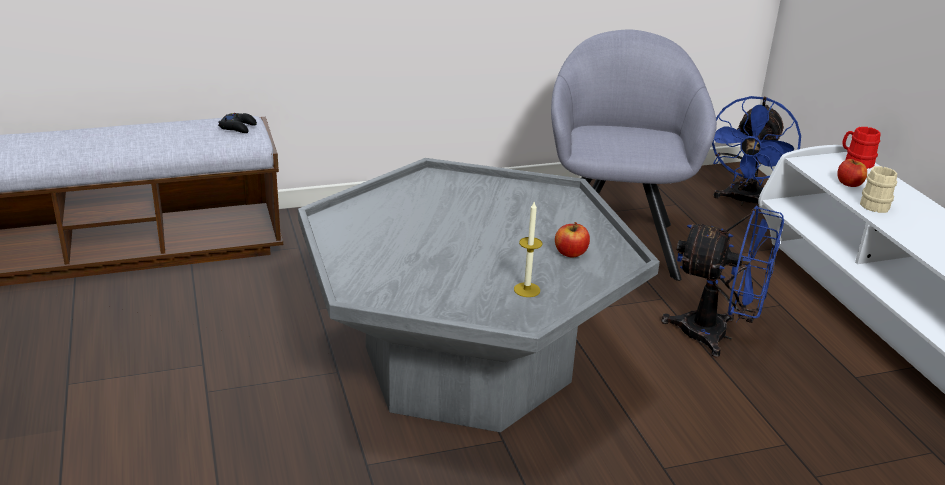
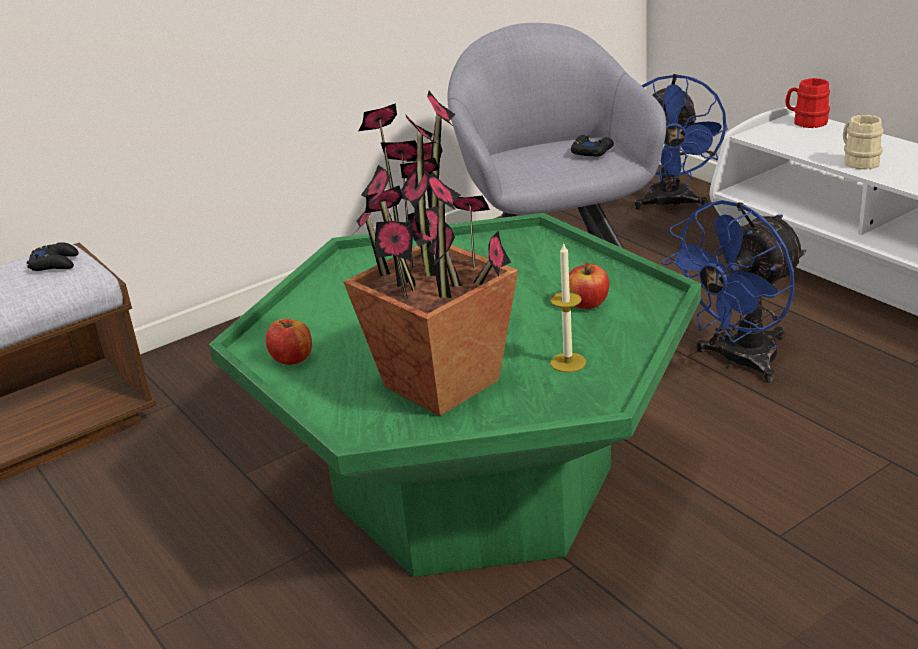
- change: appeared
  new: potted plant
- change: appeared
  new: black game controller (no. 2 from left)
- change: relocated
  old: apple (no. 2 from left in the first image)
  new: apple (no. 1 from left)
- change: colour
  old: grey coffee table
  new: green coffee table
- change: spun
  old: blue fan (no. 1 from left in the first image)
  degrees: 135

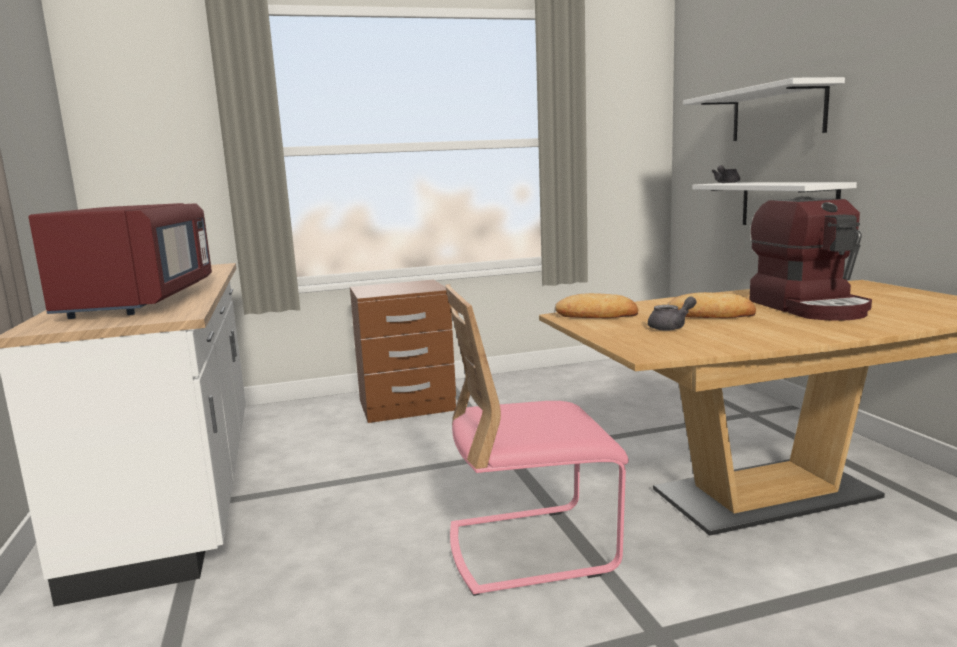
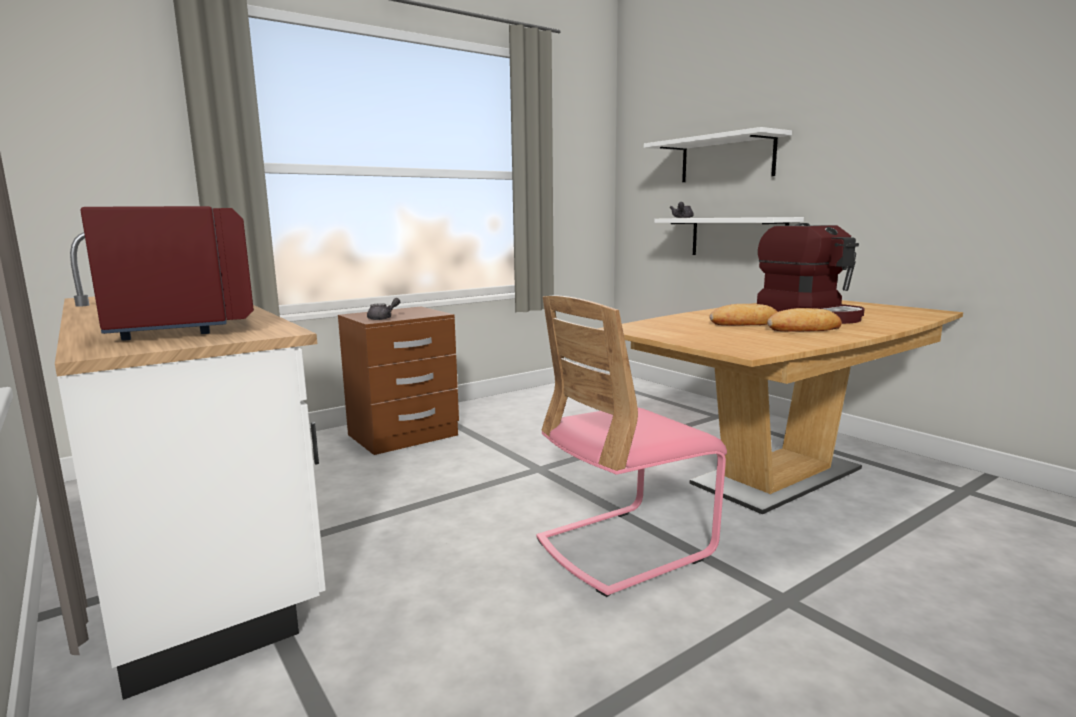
- change: relocated
  old: bread (no. 1 from left in the first image)
  new: bread (no. 2 from left)
- change: relocated
  old: grey teapot (no. 1 from left)

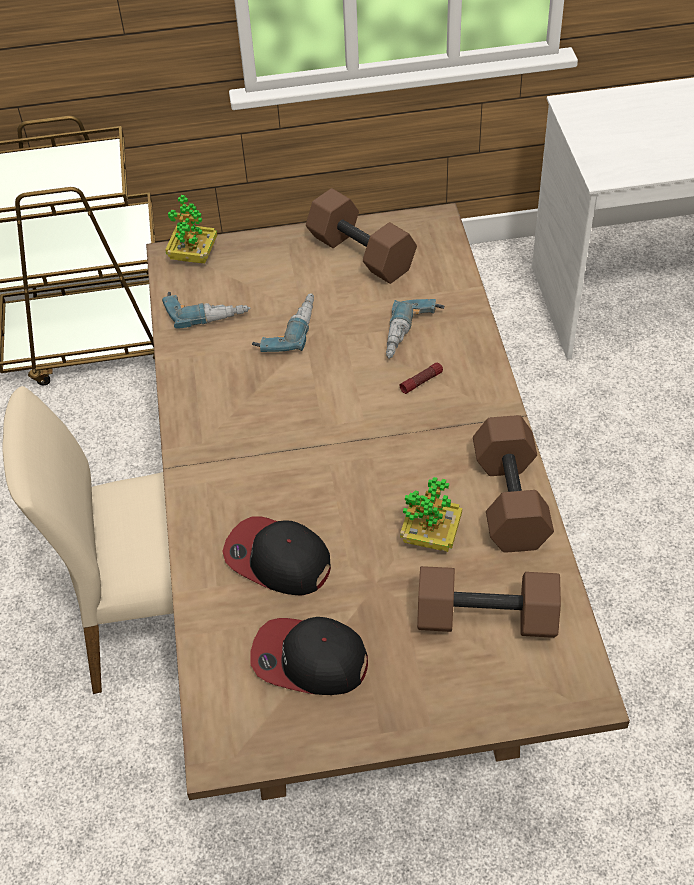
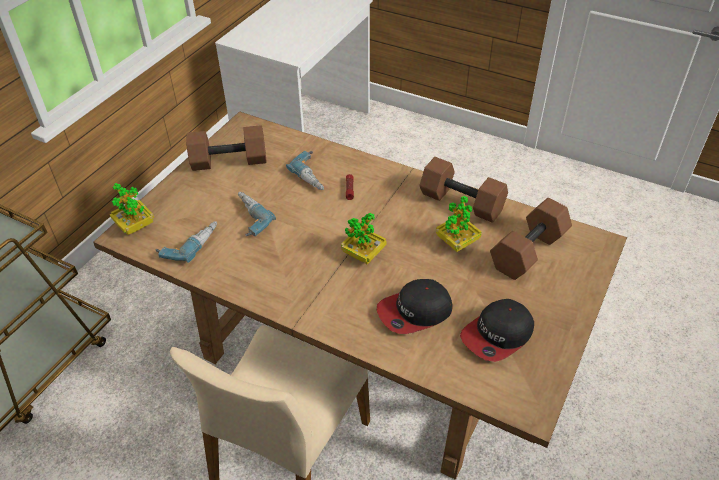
- change: appeared
  new: potted plant (no. 2 from left)

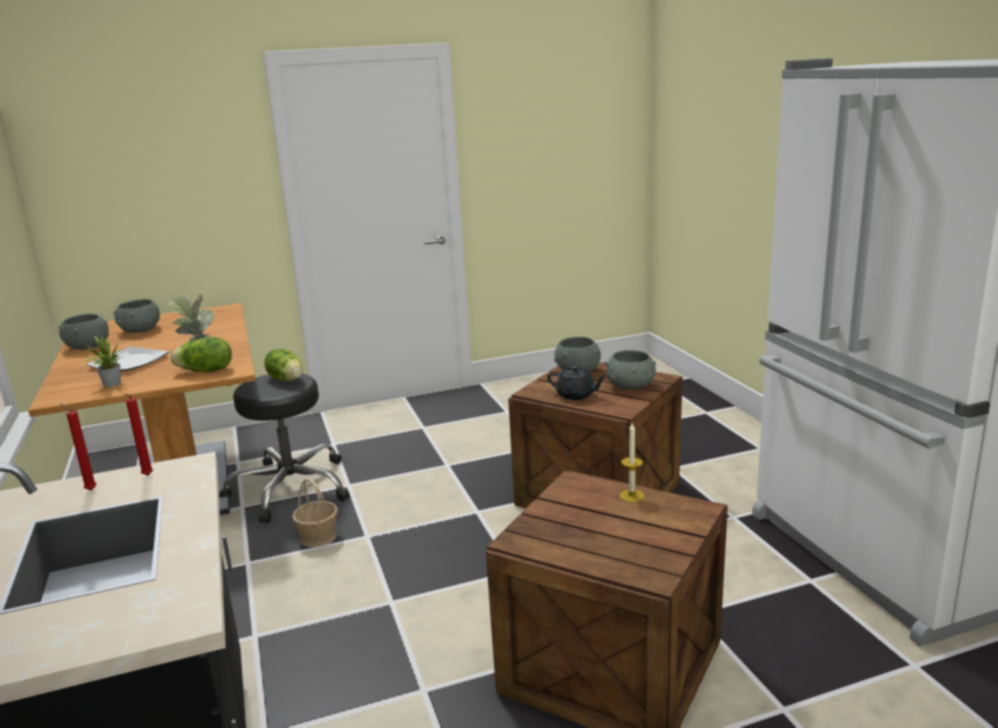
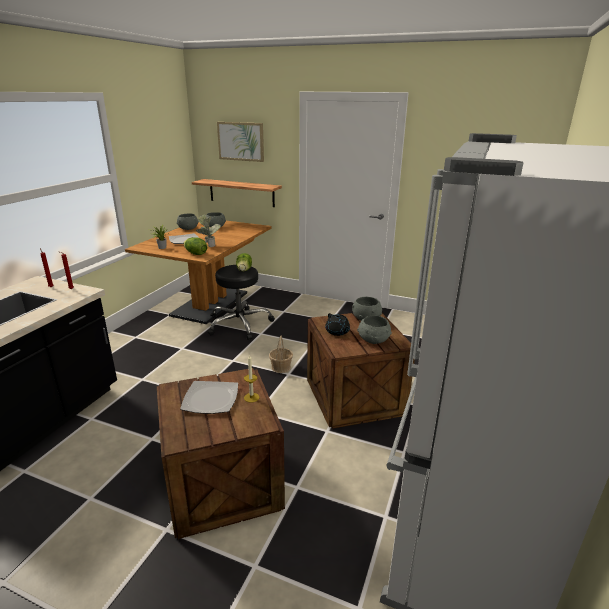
- change: appeared
  new: plate (no. 2 from left)
- change: appeared
  new: shelf
- change: appeared
  new: picture
- change: relocated
  old: basket

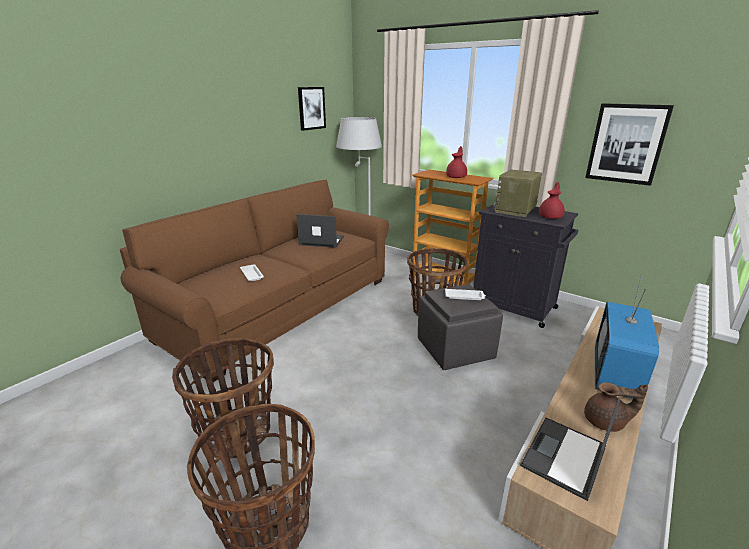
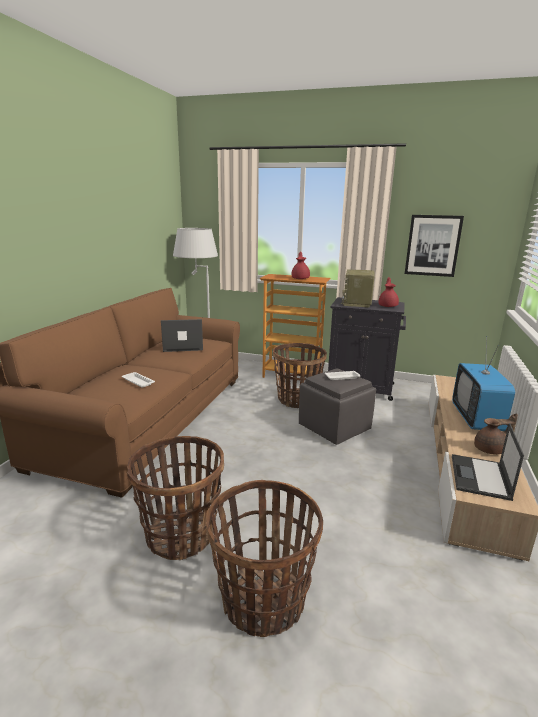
- change: missing
  old: picture (no. 1 from left)

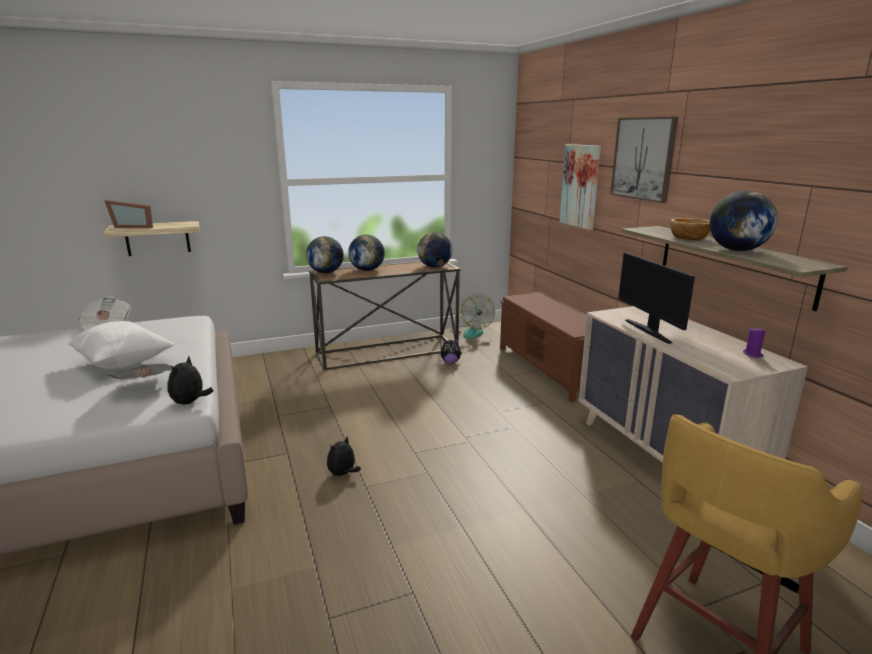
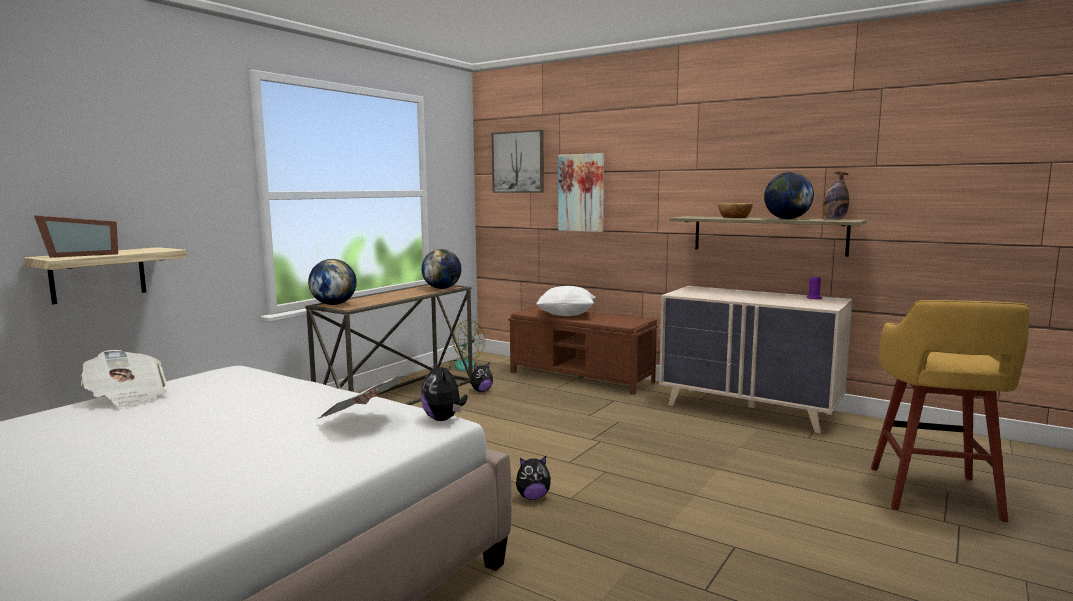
- change: missing
  old: globe (no. 2 from left)
- change: missing
  old: monitor
- change: appeared
  new: bottle
- change: relocated
  old: white pillow
- change: relocated
  old: picture (no. 2 from left in the first image)
  new: picture (no. 1 from left)
- change: spun
  old: plush toy (no. 2 from left in the first image)
  degrees: -105

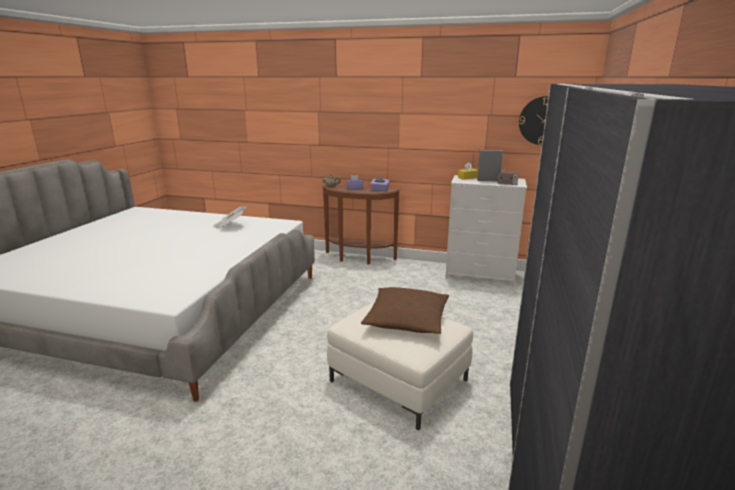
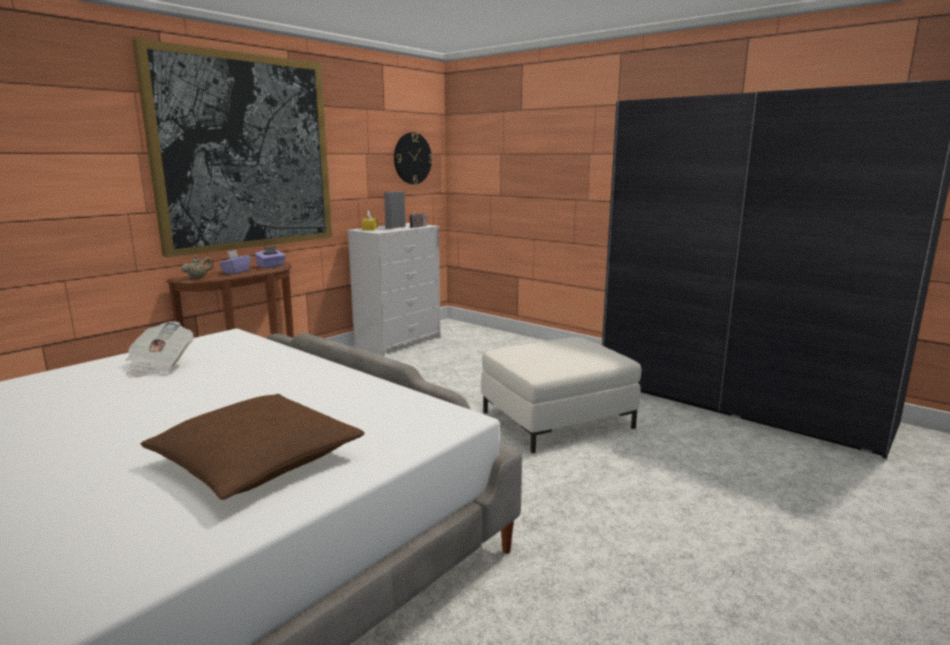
- change: appeared
  new: picture
- change: relocated
  old: brown pillow

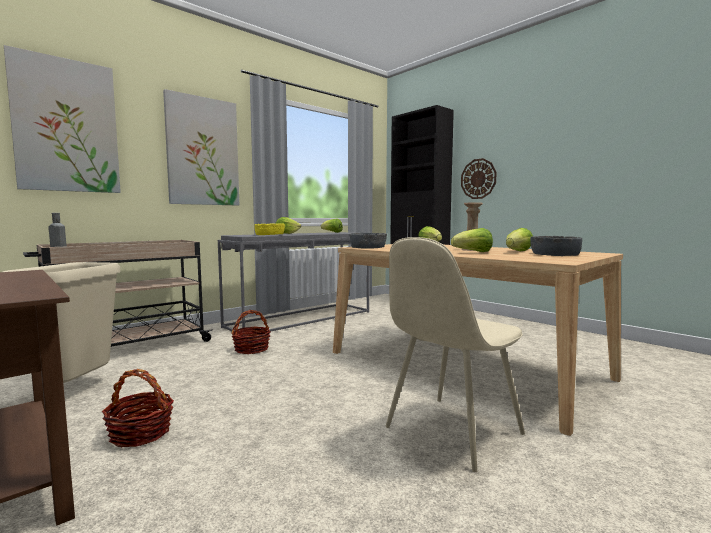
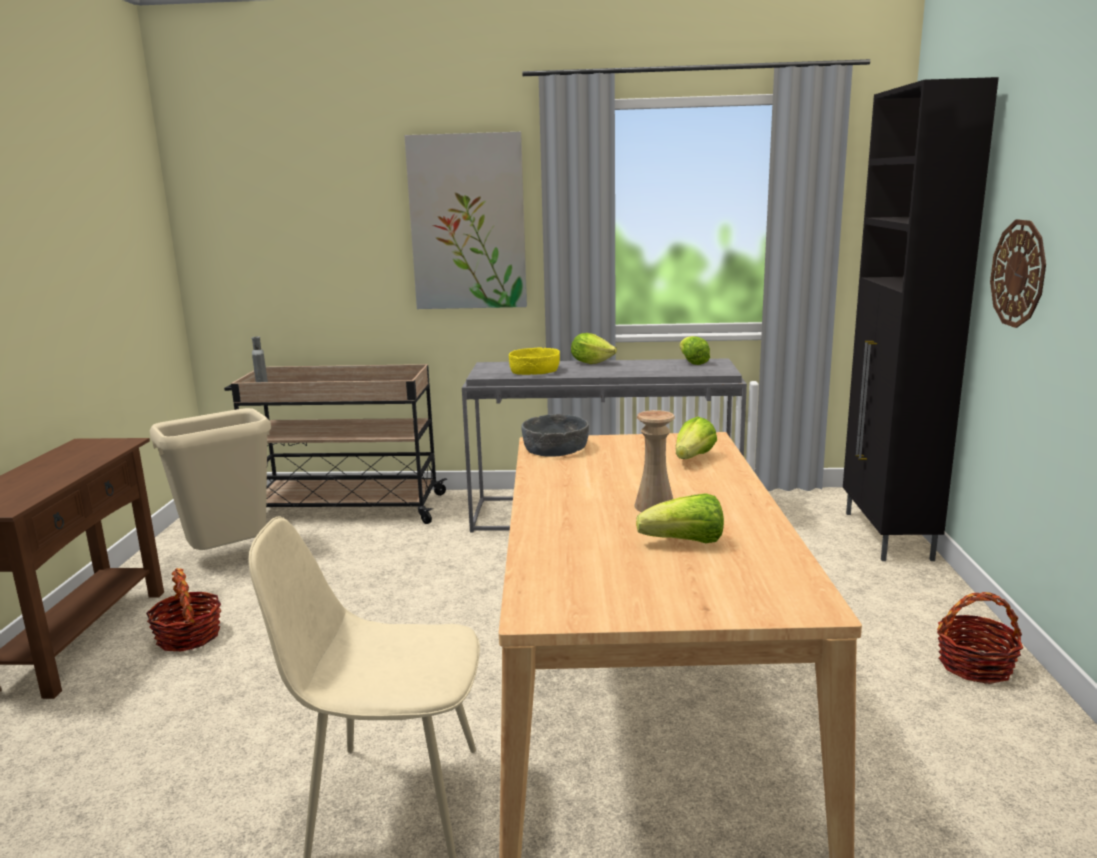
- change: missing
  old: picture (no. 1 from left)
- change: missing
  old: lettuce (no. 4 from left)
- change: missing
  old: grey bowl (no. 2 from left)
- change: relocated
  old: basket (no. 2 from left)

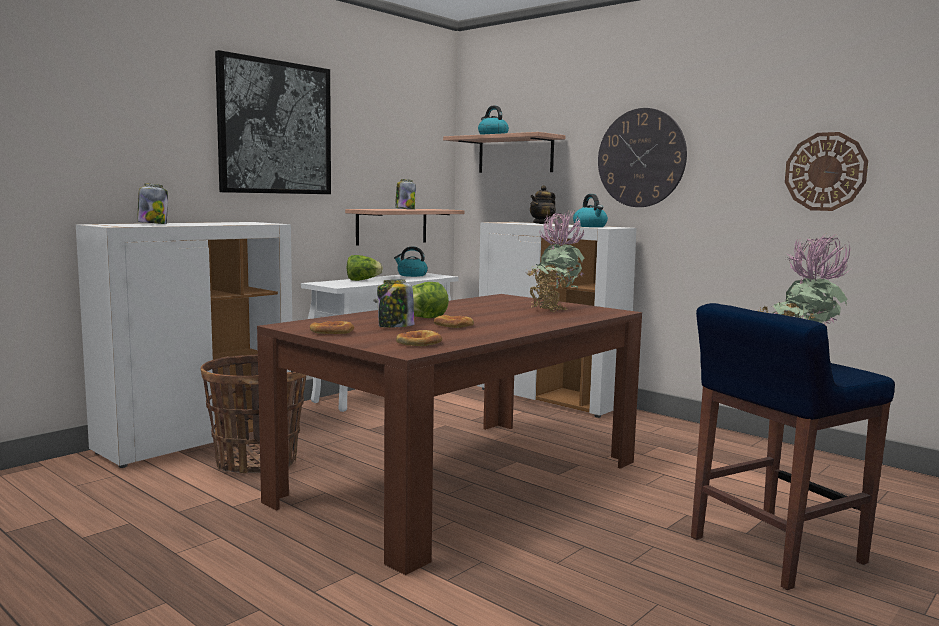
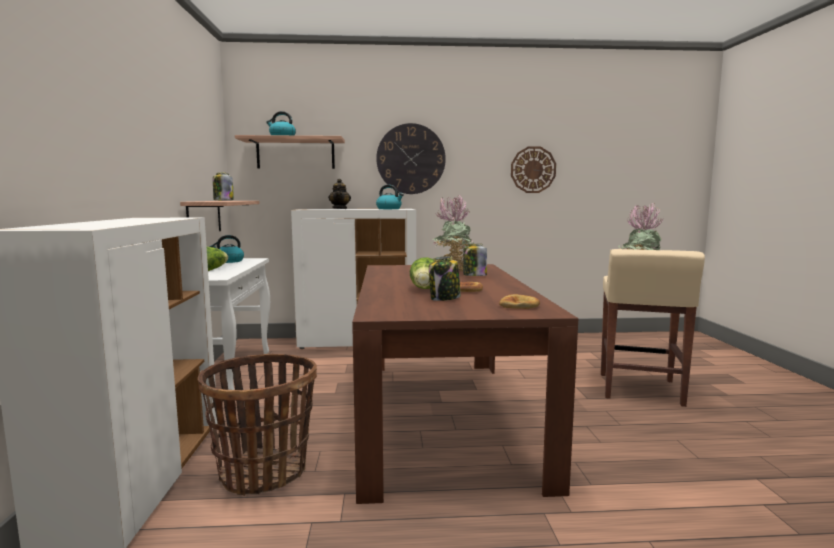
- change: missing
  old: picture
- change: missing
  old: bread (no. 1 from left)
- change: relocated
  old: jar (no. 1 from left in the first image)
  new: jar (no. 3 from left)
- change: colour
  old: blue stool
  new: beige stool

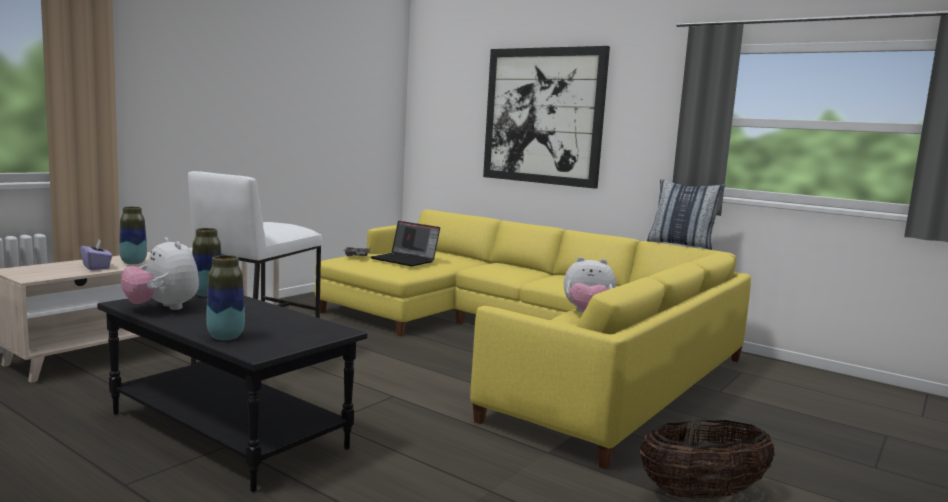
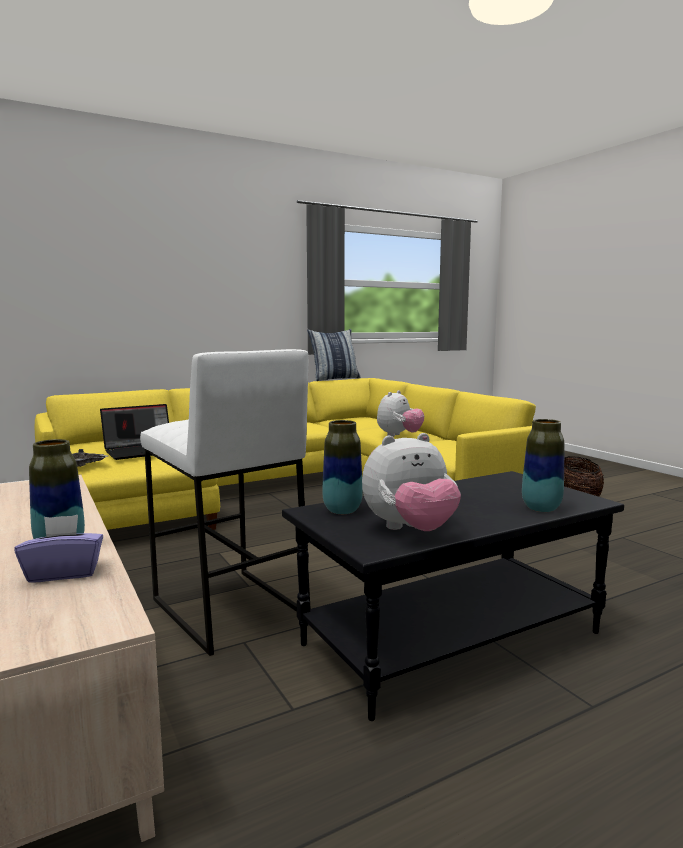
- change: missing
  old: picture

